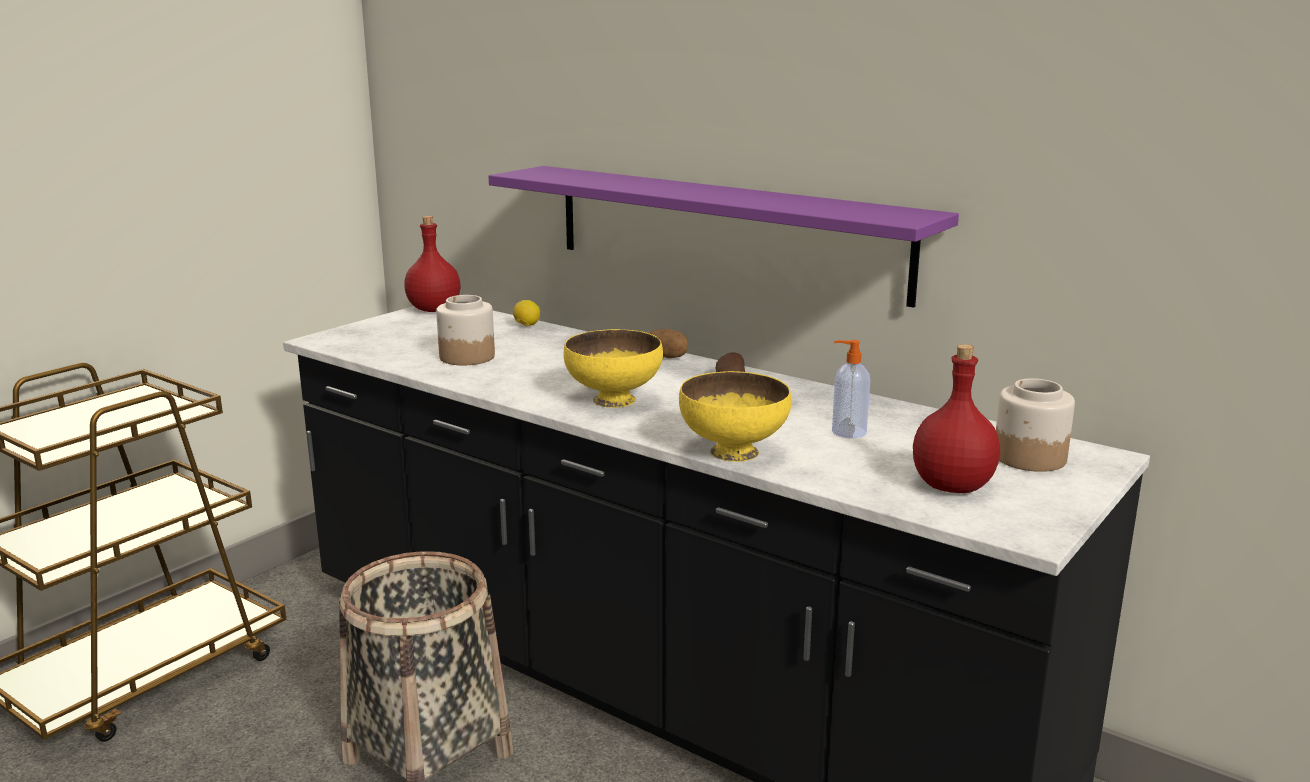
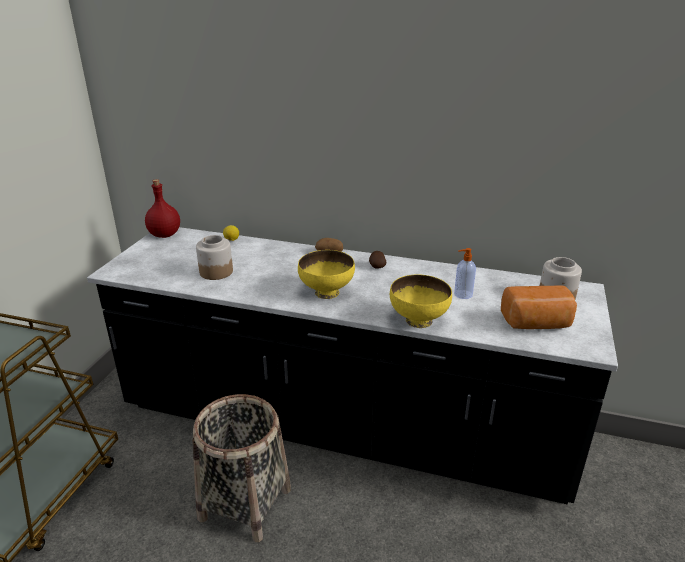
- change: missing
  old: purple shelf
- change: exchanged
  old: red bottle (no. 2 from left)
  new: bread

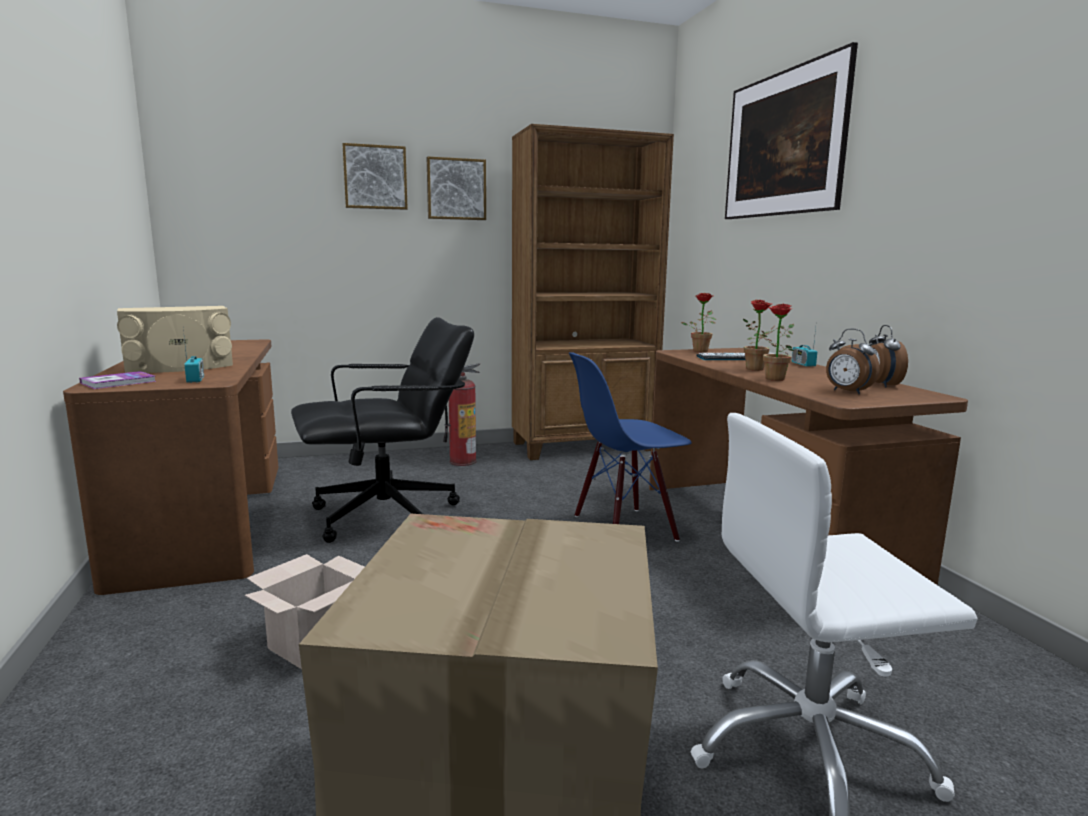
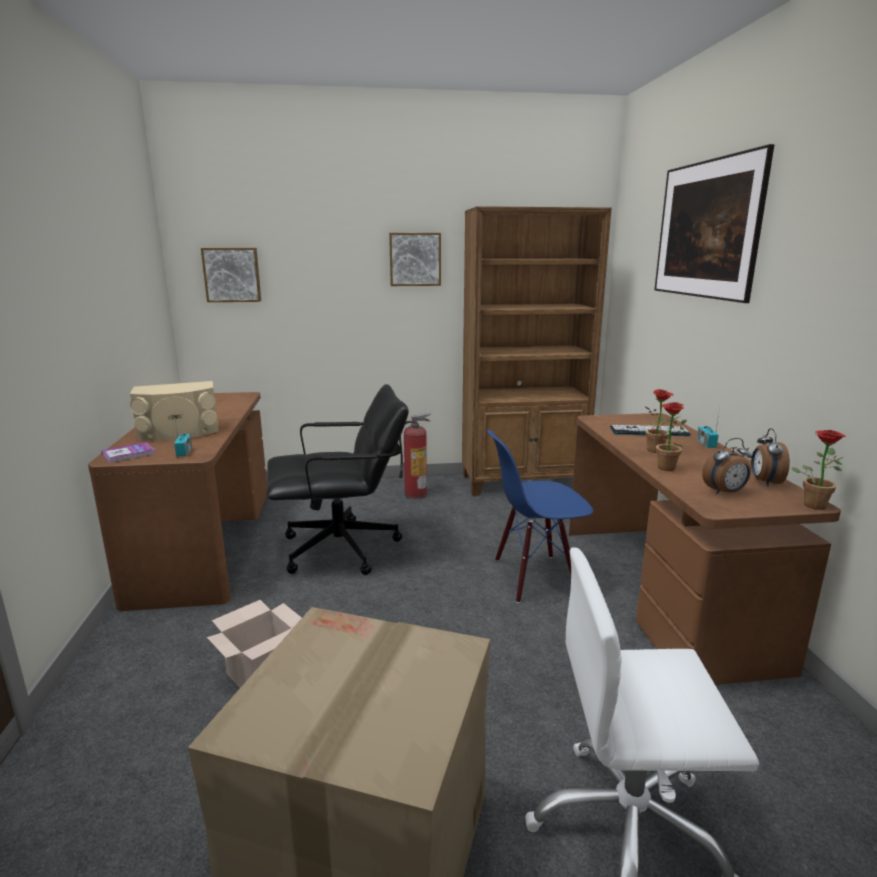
- change: relocated
  old: picture (no. 1 from left)
- change: relocated
  old: potted plant (no. 1 from left in the first image)
  new: potted plant (no. 3 from left)
- change: spun
  old: alarm clock (no. 1 from left)
  degrees: -75

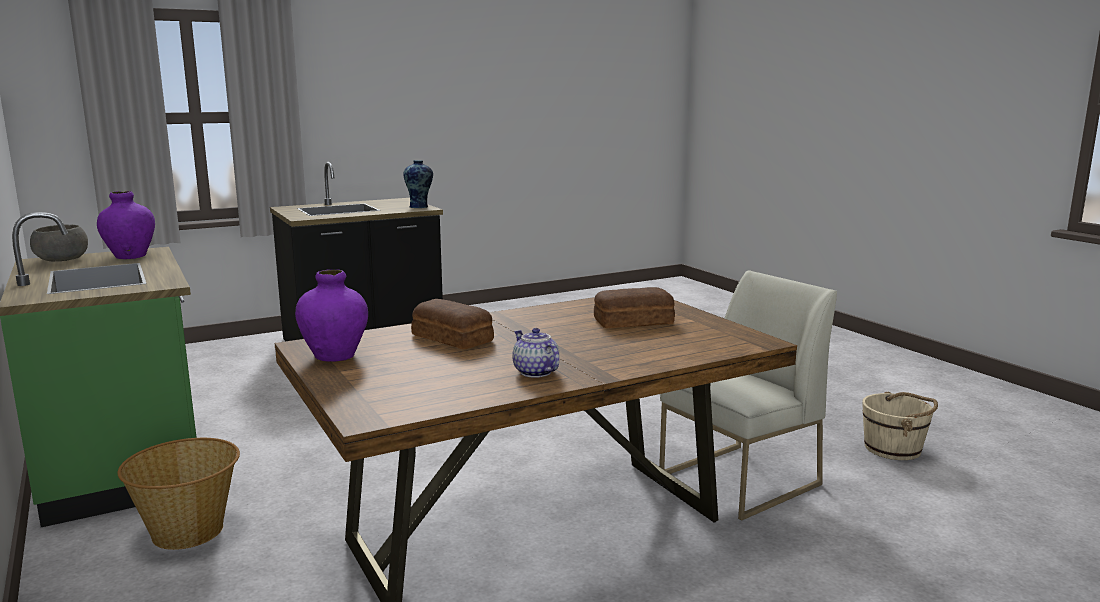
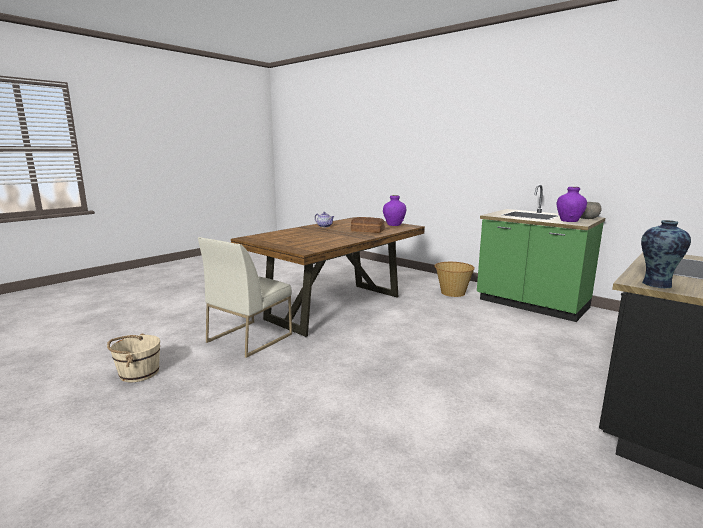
- change: missing
  old: bread (no. 2 from left)

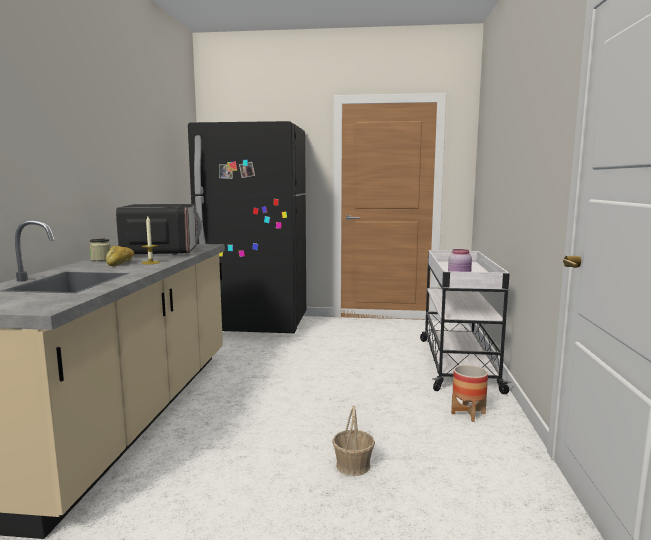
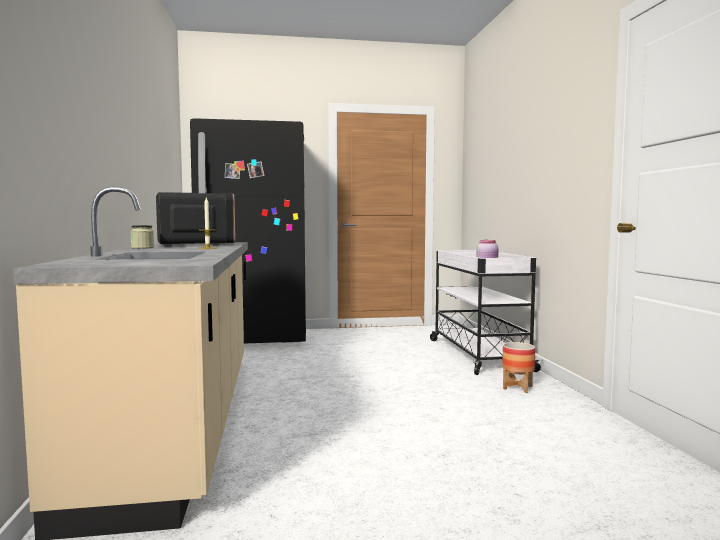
- change: missing
  old: bread
- change: missing
  old: basket

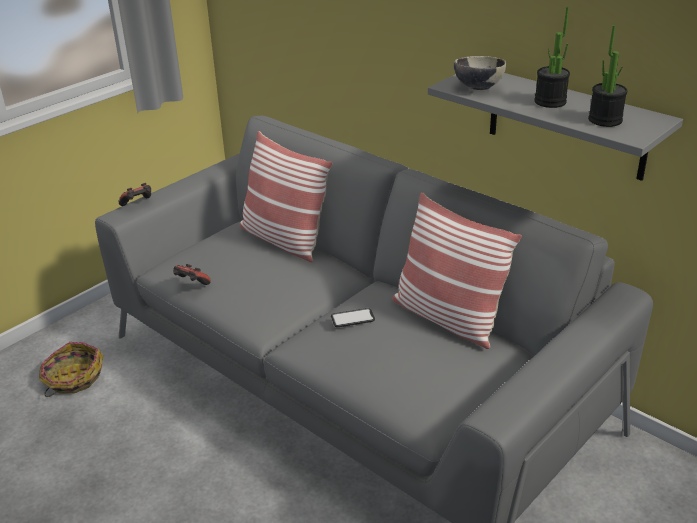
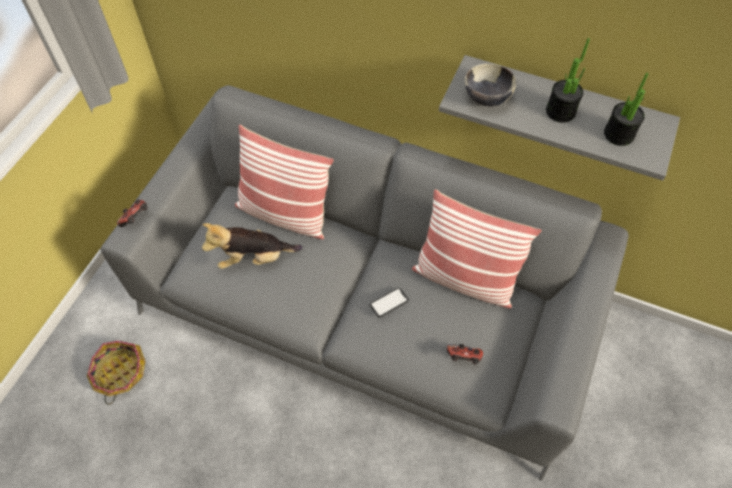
- change: appeared
  new: plush toy
- change: relocated
  old: game controller (no. 2 from left)

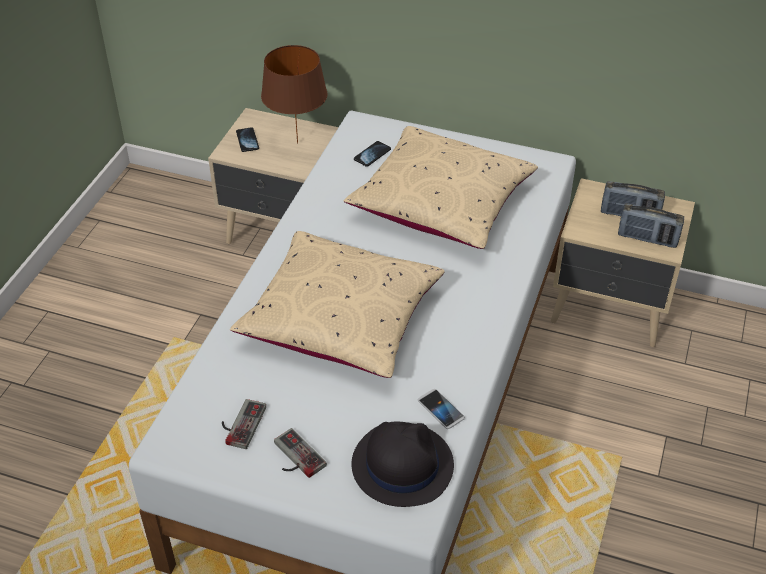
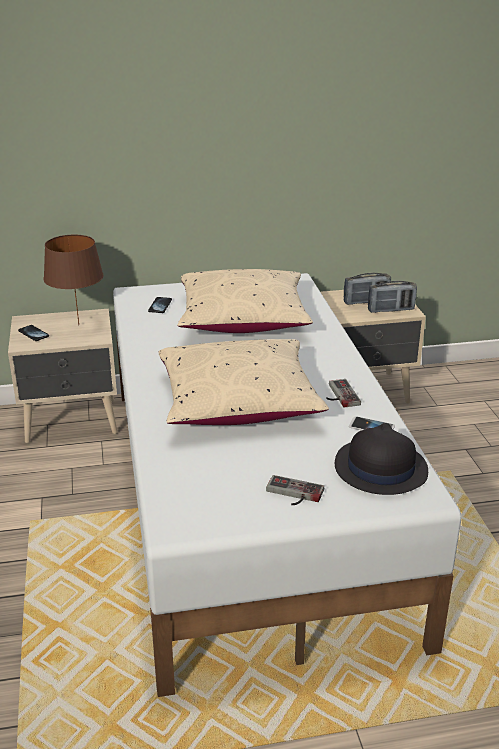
- change: relocated
  old: game controller (no. 1 from left in the first image)
  new: game controller (no. 2 from left)

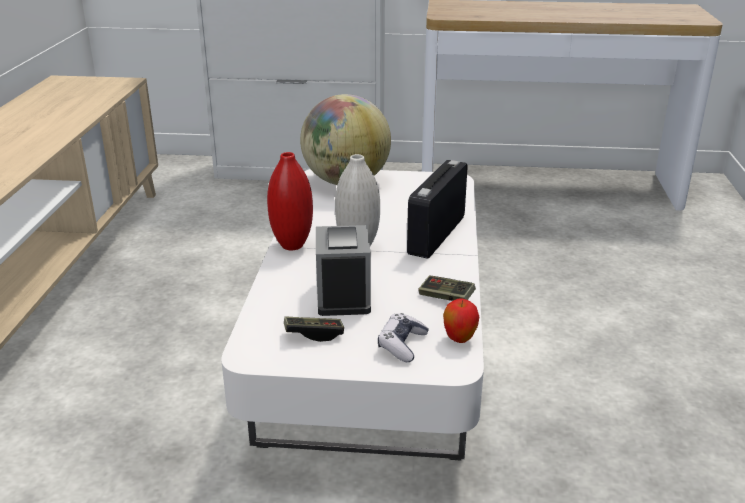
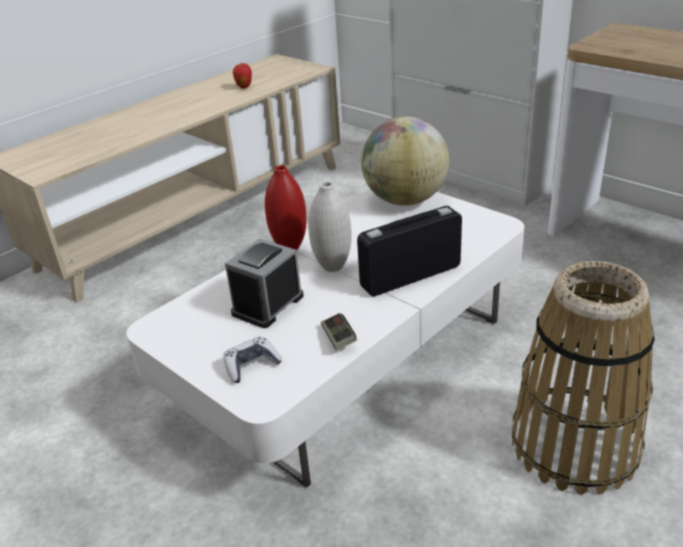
- change: missing
  old: game controller (no. 1 from left)
- change: appeared
  new: basket
- change: relocated
  old: apple

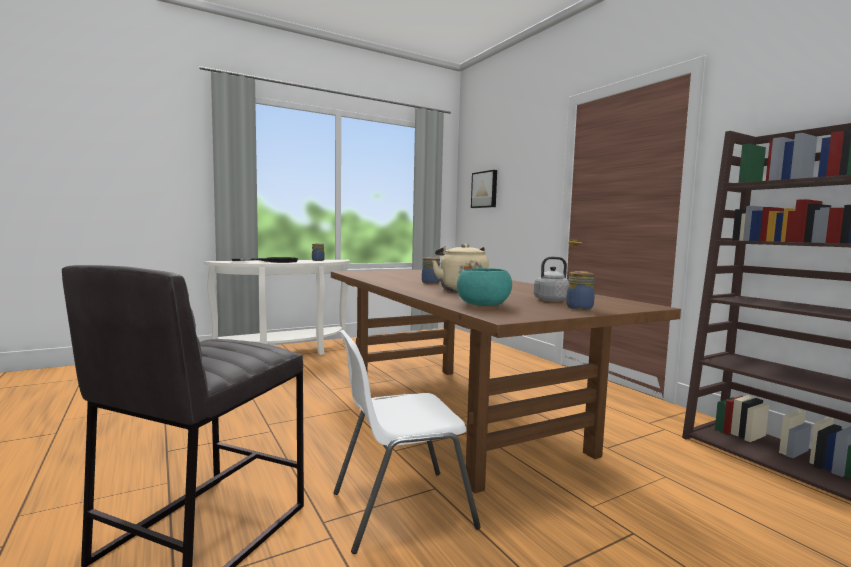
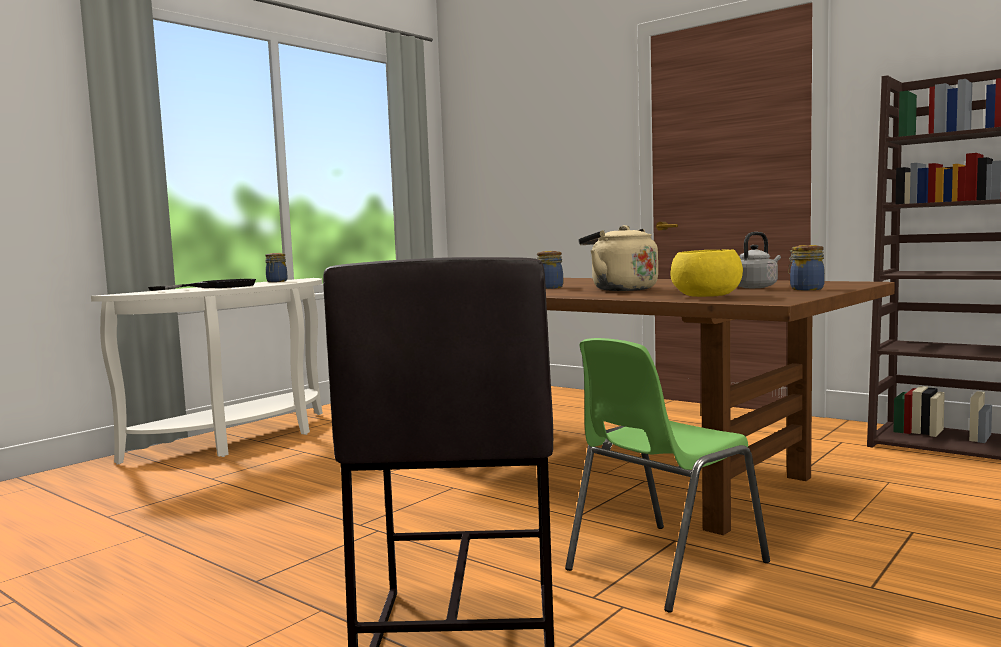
- change: missing
  old: picture
- change: colour
  old: white chair
  new: green chair
- change: colour
  old: turquoise bowl
  new: yellow bowl

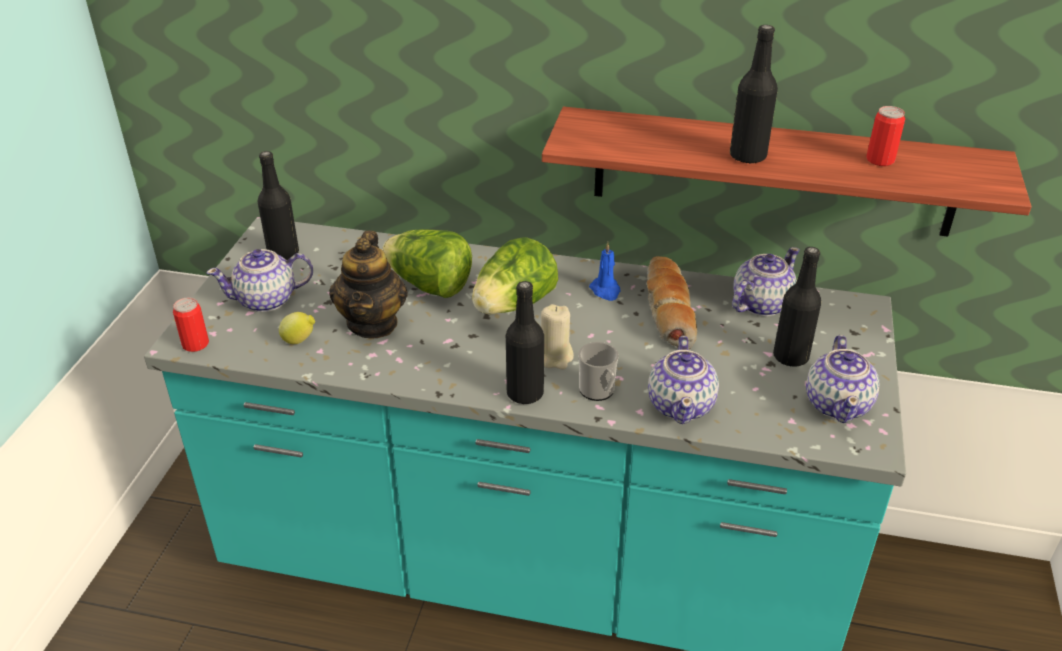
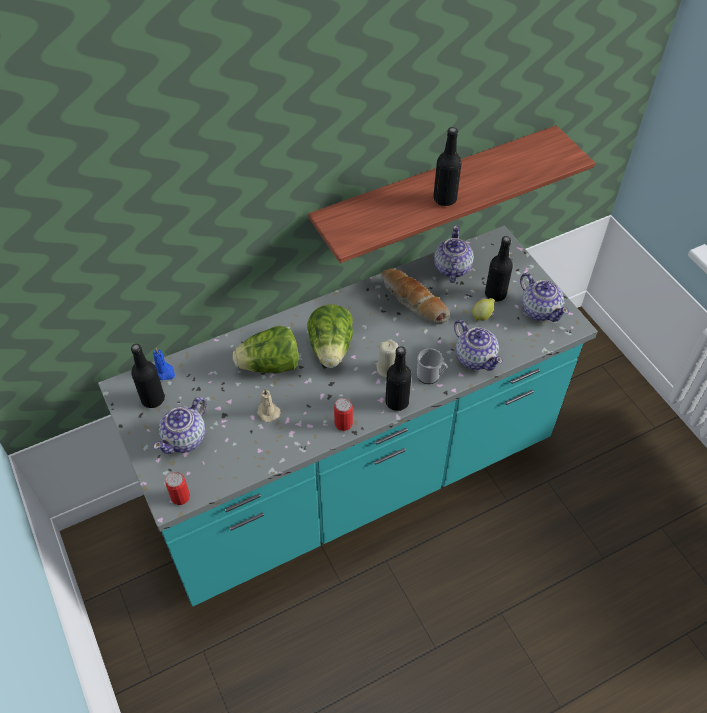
- change: relocated
  old: lemon
- change: relocated
  old: blue candle
- change: relocated
  old: can (no. 2 from left)
- change: exchanged
  old: teapot (no. 2 from left)
  new: beige candle (no. 1 from left)

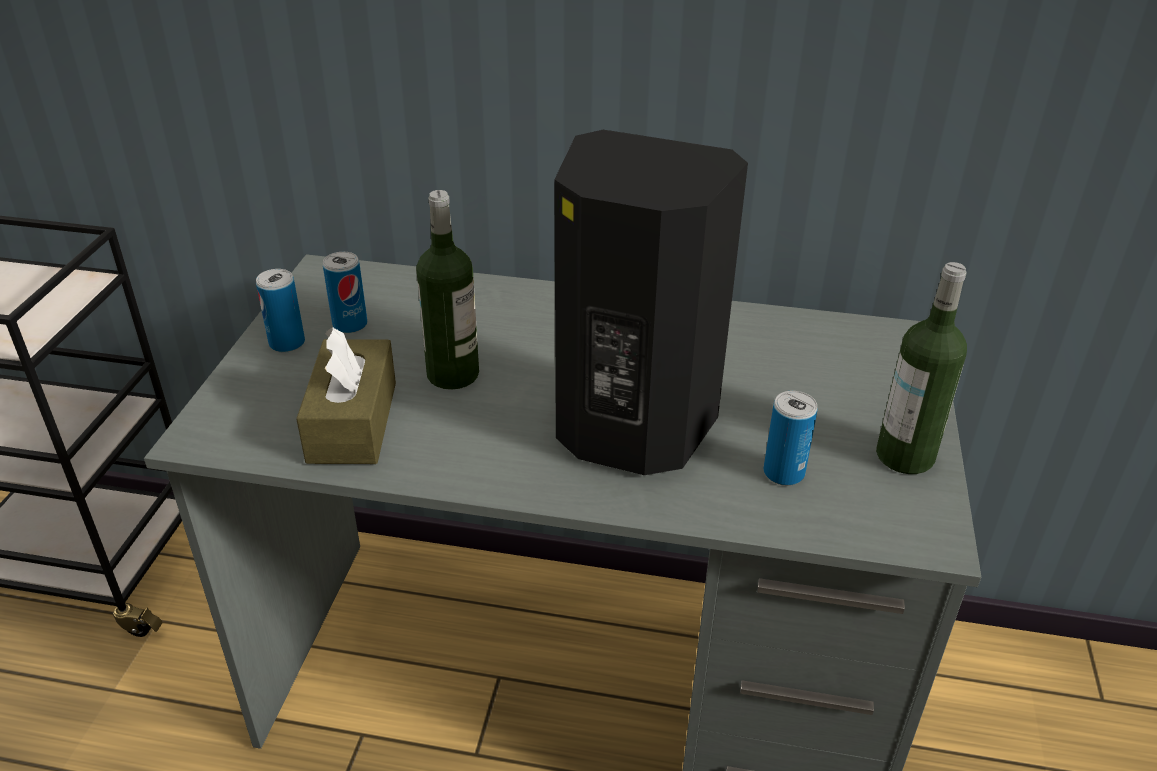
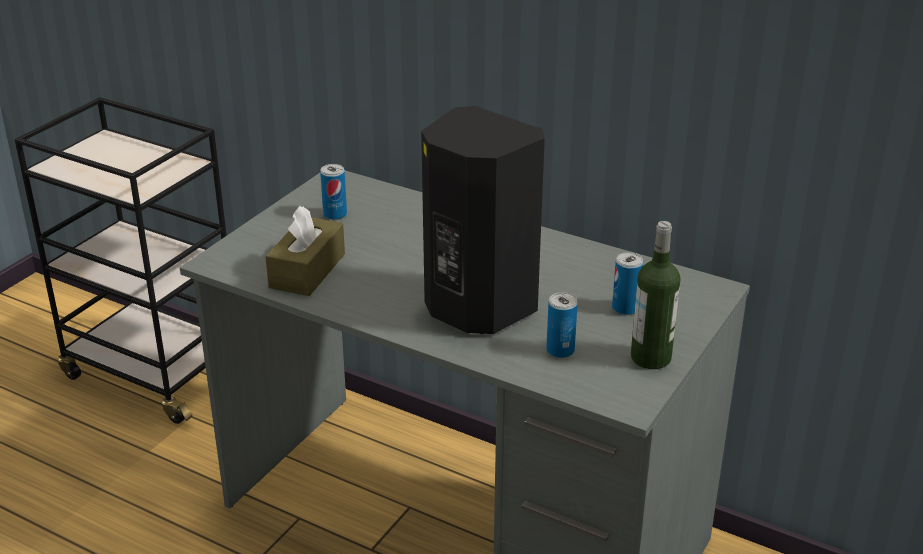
- change: missing
  old: bottle (no. 1 from left)
- change: relocated
  old: can (no. 1 from left in the first image)
  new: can (no. 3 from left)

